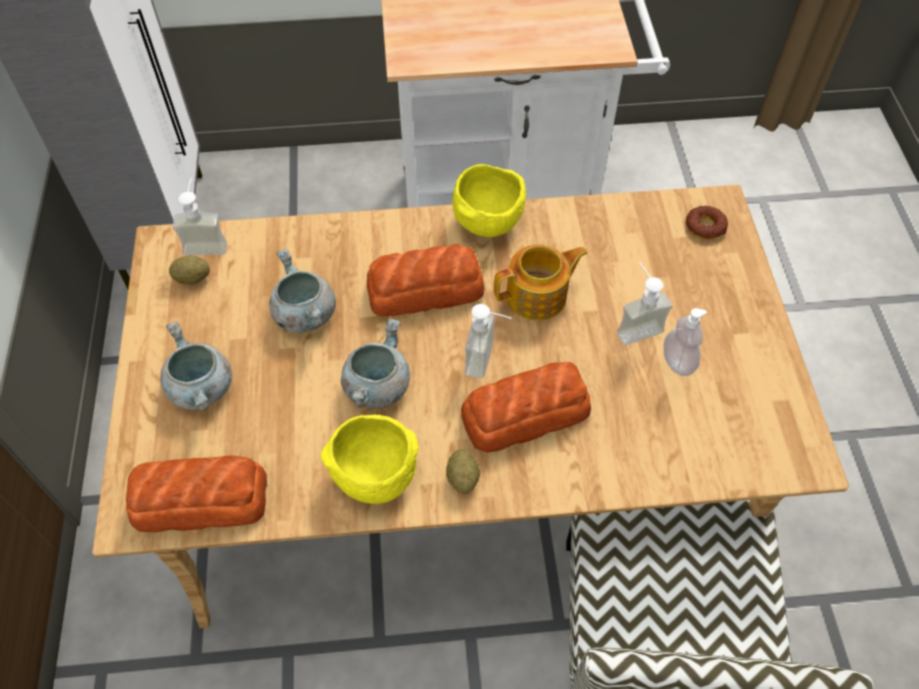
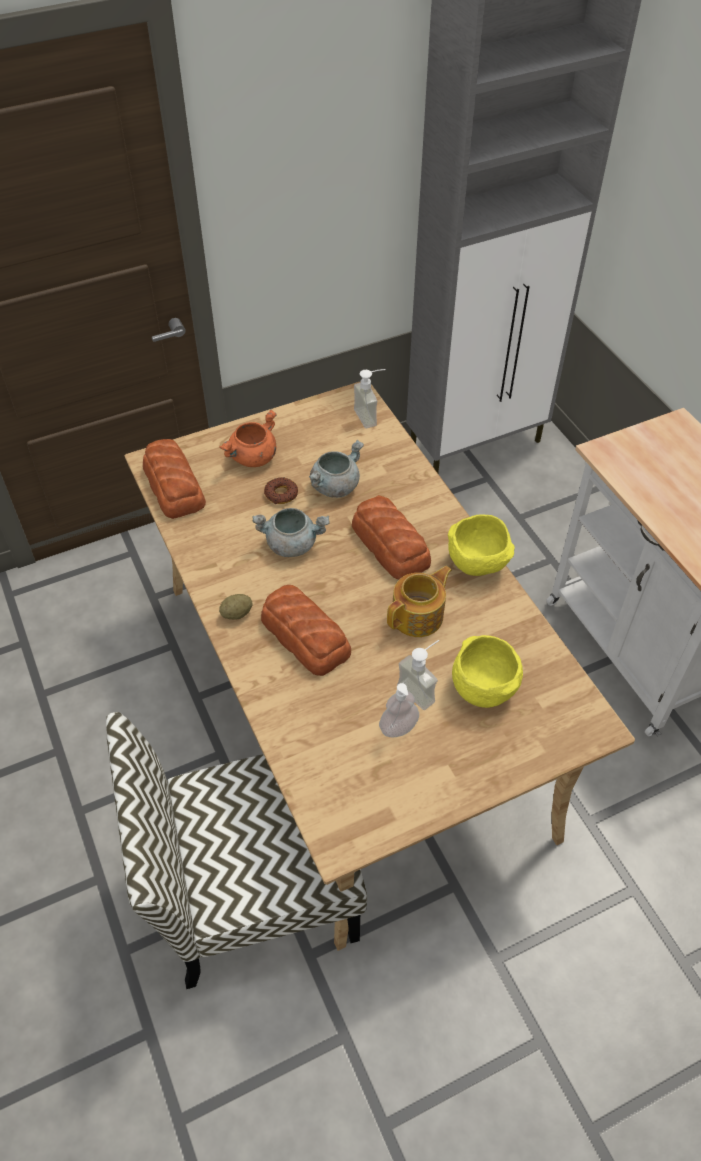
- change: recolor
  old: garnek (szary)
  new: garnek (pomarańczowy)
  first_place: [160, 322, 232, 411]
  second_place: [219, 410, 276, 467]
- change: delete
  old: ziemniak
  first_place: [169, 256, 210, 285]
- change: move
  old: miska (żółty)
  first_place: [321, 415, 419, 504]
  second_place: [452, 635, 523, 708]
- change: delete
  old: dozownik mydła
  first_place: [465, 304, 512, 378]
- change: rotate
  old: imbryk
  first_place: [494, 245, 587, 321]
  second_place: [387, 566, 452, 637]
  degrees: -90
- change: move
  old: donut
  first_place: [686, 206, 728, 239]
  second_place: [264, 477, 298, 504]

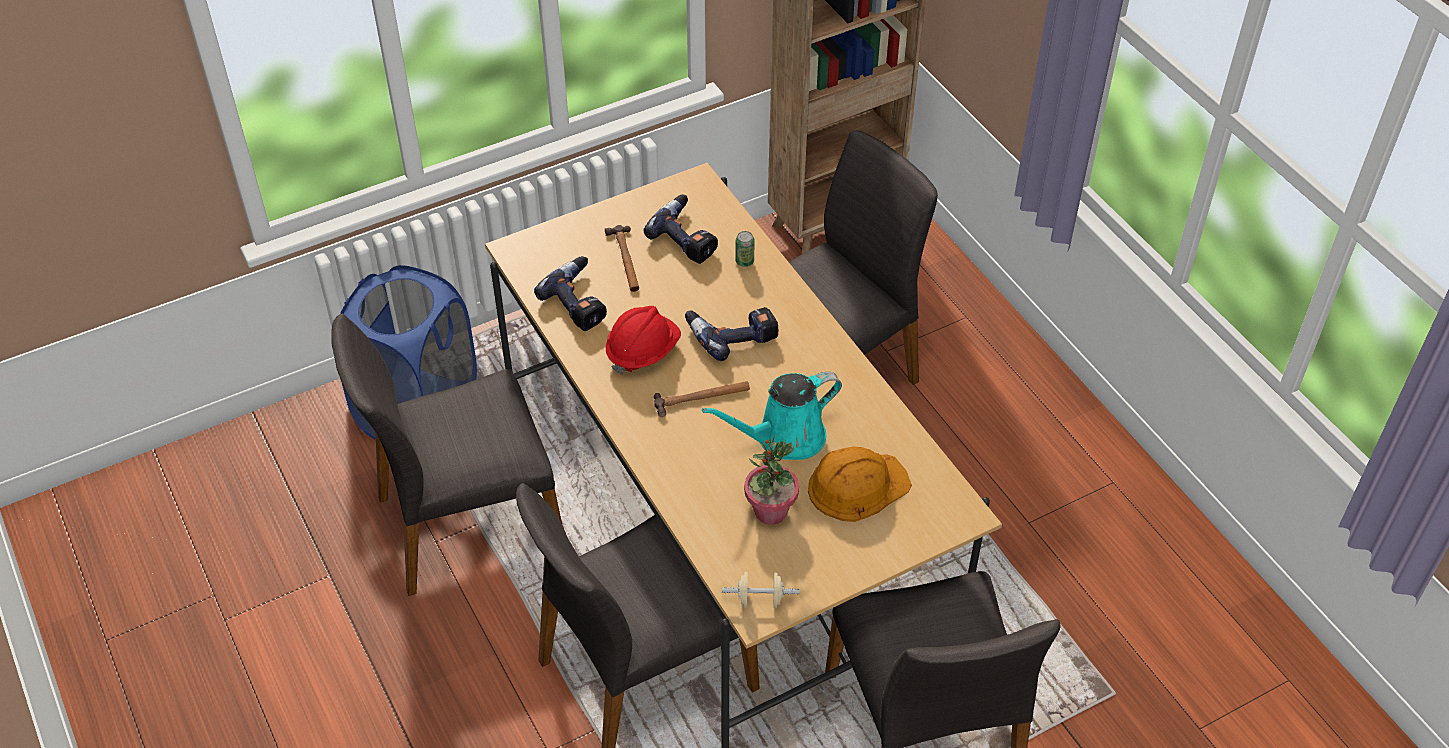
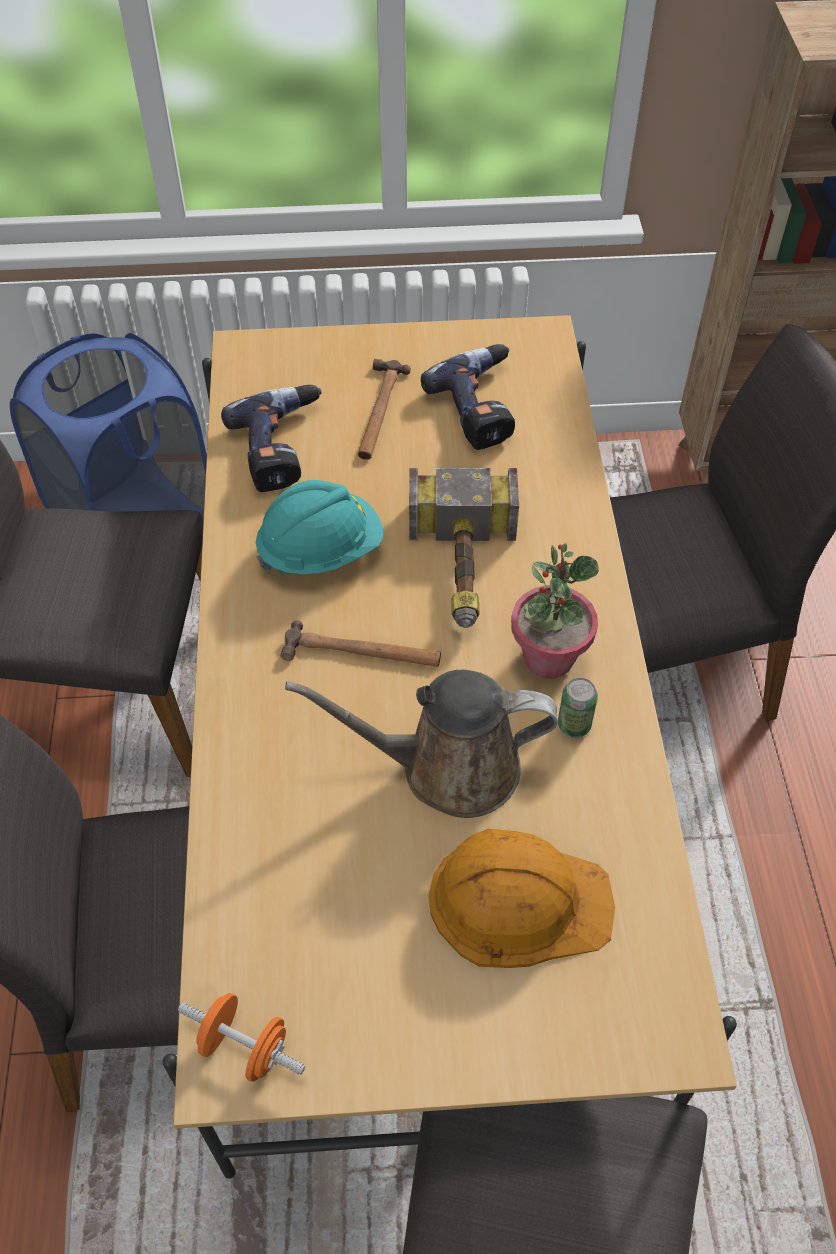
- change: recolor
  old: kask (czerwony)
  new: kask (turkusowy)
  first_place: [606, 306, 681, 375]
  second_place: [256, 480, 384, 575]
- change: replace
  old: wiertarka
  new: młotek
  first_place: [685, 307, 778, 361]
  second_place: [409, 468, 519, 628]
- change: recolor
  old: konewka (turkusowy)
  new: konewka (brązowy)
  first_place: [702, 372, 842, 460]
  second_place: [285, 670, 557, 818]
- change: recolor
  old: hantel (beżowy)
  new: hantel (pomarańczowy)
  first_place: [722, 572, 800, 609]
  second_place: [178, 993, 305, 1082]
- change: move
  old: puszka
  first_place: [735, 231, 755, 267]
  second_place: [558, 678, 598, 737]
- change: move
  old: roślina doniczkowa
  first_place: [744, 439, 799, 525]
  second_place: [511, 543, 599, 678]

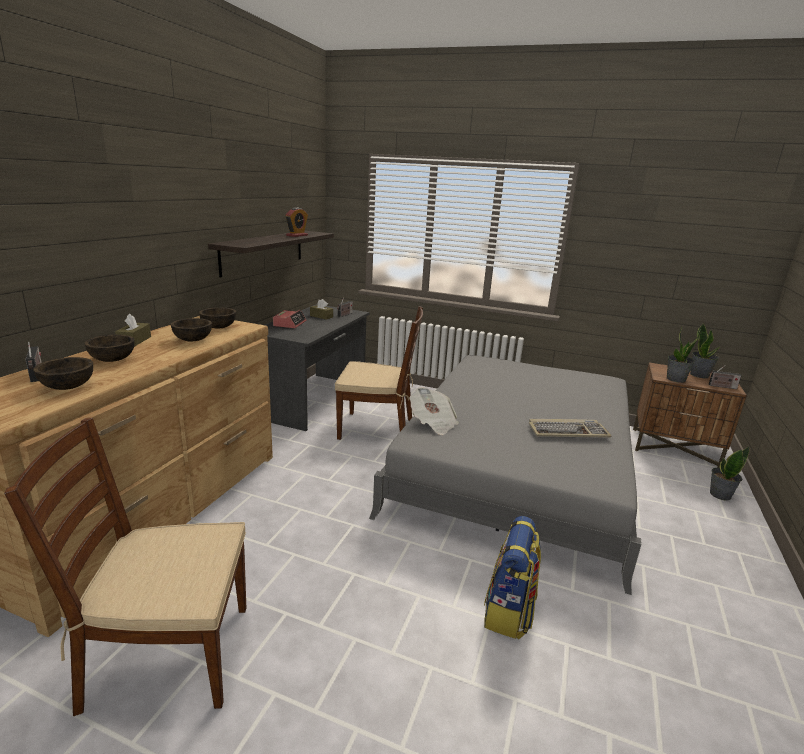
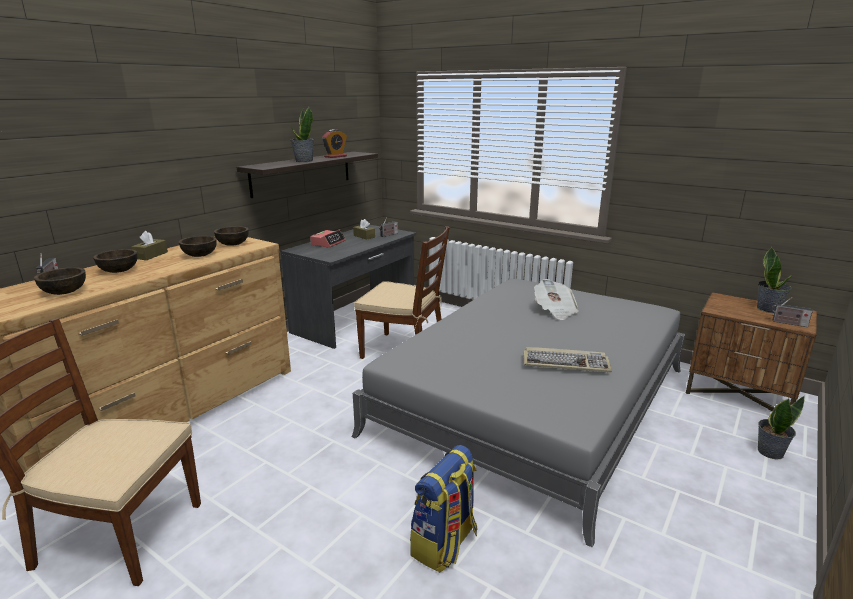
- change: move
  old: gazeta
  first_place: [409, 387, 459, 435]
  second_place: [534, 279, 579, 320]
- change: move
  old: roślina doniczkowa
  first_place: [667, 327, 701, 383]
  second_place: [290, 107, 314, 162]

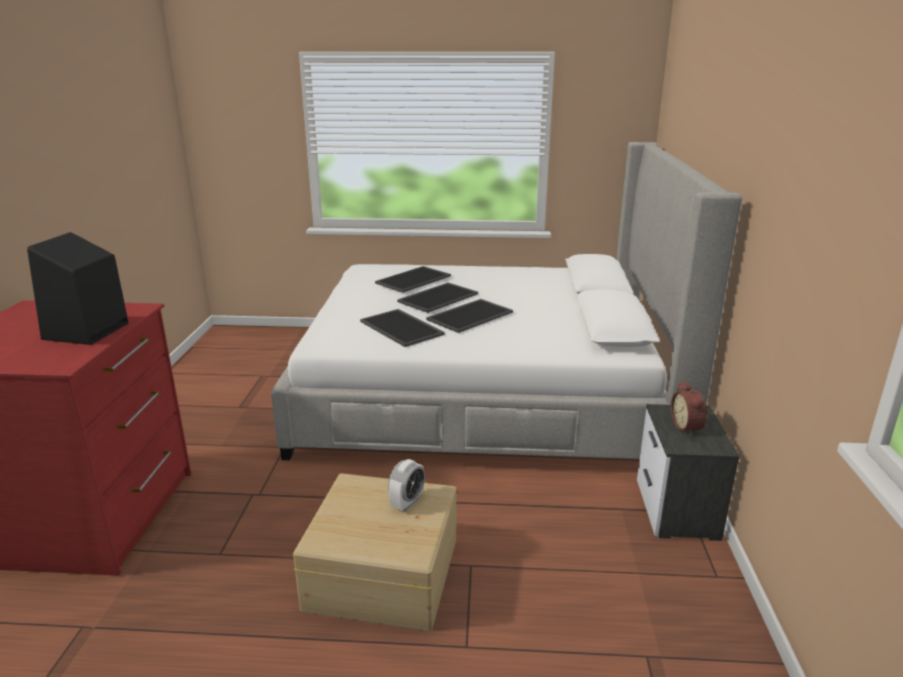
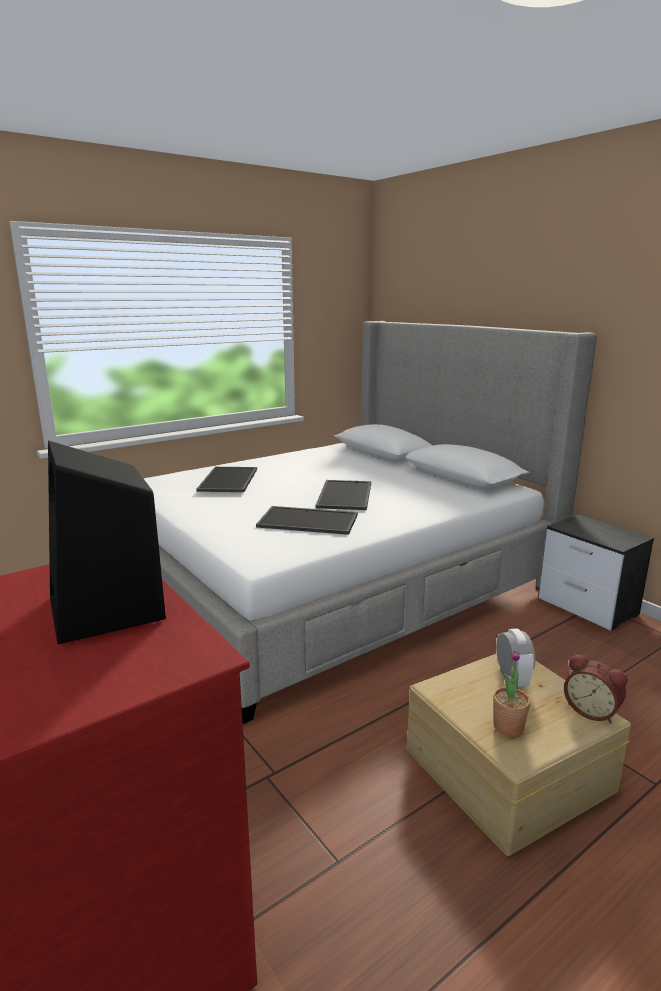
- change: delete
  old: taca
  first_place: [397, 283, 478, 313]
- change: move
  old: budzik
  first_place: [671, 381, 707, 436]
  second_place: [564, 654, 627, 724]
- change: insert
  new: roślina doniczkowa
  second_place: [493, 650, 530, 737]

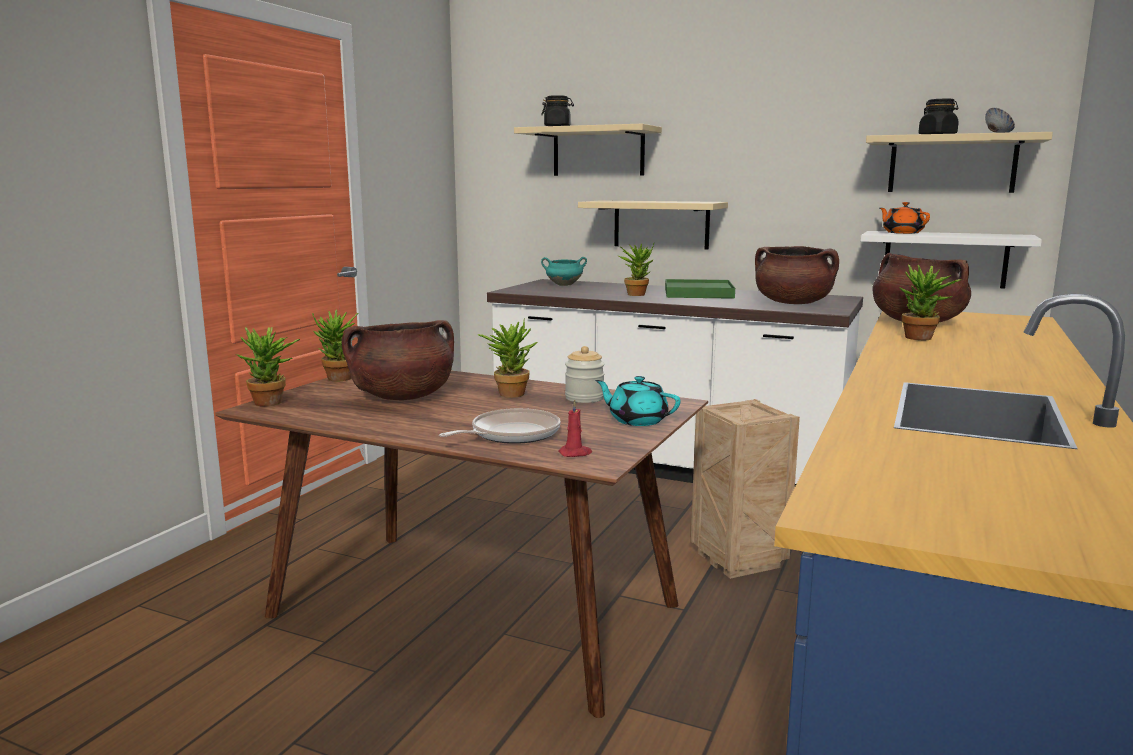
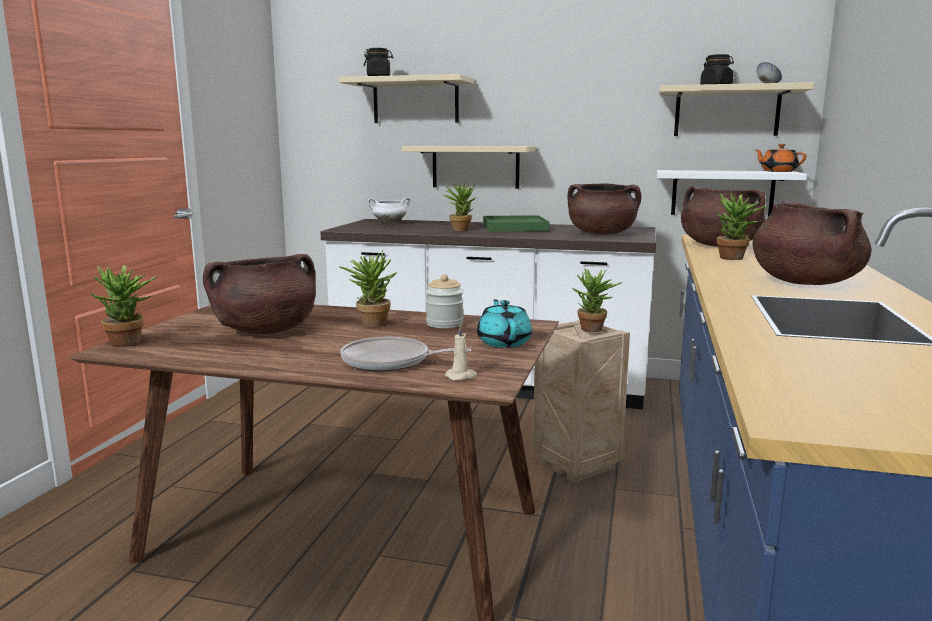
- change: move
  old: roślina doniczkowa
  first_place: [312, 310, 359, 381]
  second_place: [572, 268, 623, 332]
- change: rotate
  old: patelnia
  first_place: [439, 408, 560, 444]
  second_place: [340, 337, 471, 372]
  degrees: -120
- change: recolor
  old: garnek (turkusowy)
  new: garnek (biały)
  first_place: [541, 257, 587, 286]
  second_place: [368, 197, 410, 224]
- change: recolor
  old: świeca (czerwony)
  new: świeca (beżowy)
  first_place: [558, 399, 592, 457]
  second_place: [445, 324, 477, 380]
- change: rotate
  old: imbryk (turkusowy)
  first_place: [595, 376, 681, 426]
  second_place: [477, 299, 532, 348]
  degrees: 60
- change: move
  old: imbryk (pomarańczowy)
  first_place: [880, 202, 930, 234]
  second_place: [755, 144, 807, 172]
- change: insert
  new: garnek (brązowy)
  second_place: [753, 200, 872, 285]

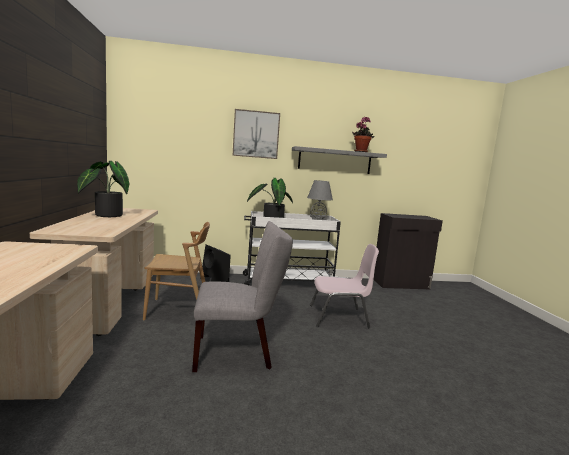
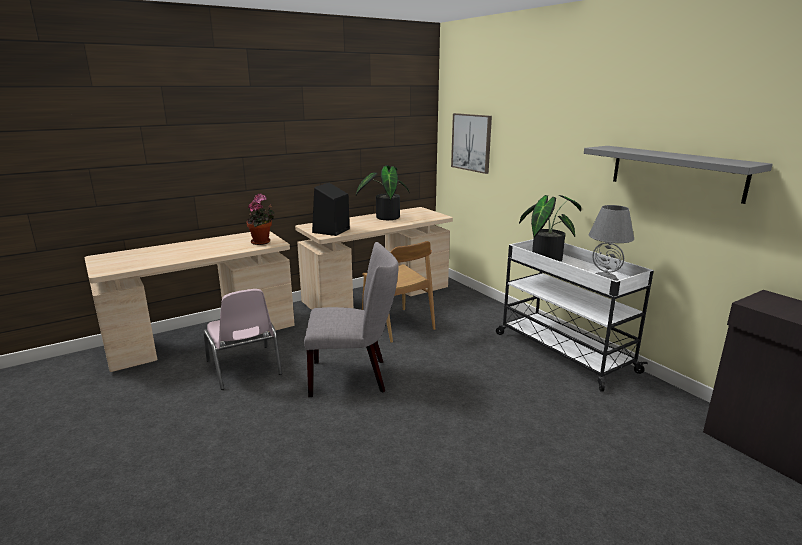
- change: rotate
  old: krzesło (szary)
  first_place: [192, 221, 293, 372]
  second_place: [304, 242, 399, 397]
  degrees: -60
- change: move
  old: głośnik (czarny)
  first_place: [200, 244, 231, 282]
  second_place: [312, 183, 350, 236]
- change: move
  old: obraz
  first_place: [233, 109, 280, 159]
  second_place: [451, 113, 492, 174]
- change: move
  old: krzesło (różowy)
  first_place: [310, 244, 379, 328]
  second_place: [203, 289, 282, 390]
- change: move
  old: roślina doniczkowa
  first_place: [352, 117, 374, 152]
  second_place: [246, 194, 275, 245]

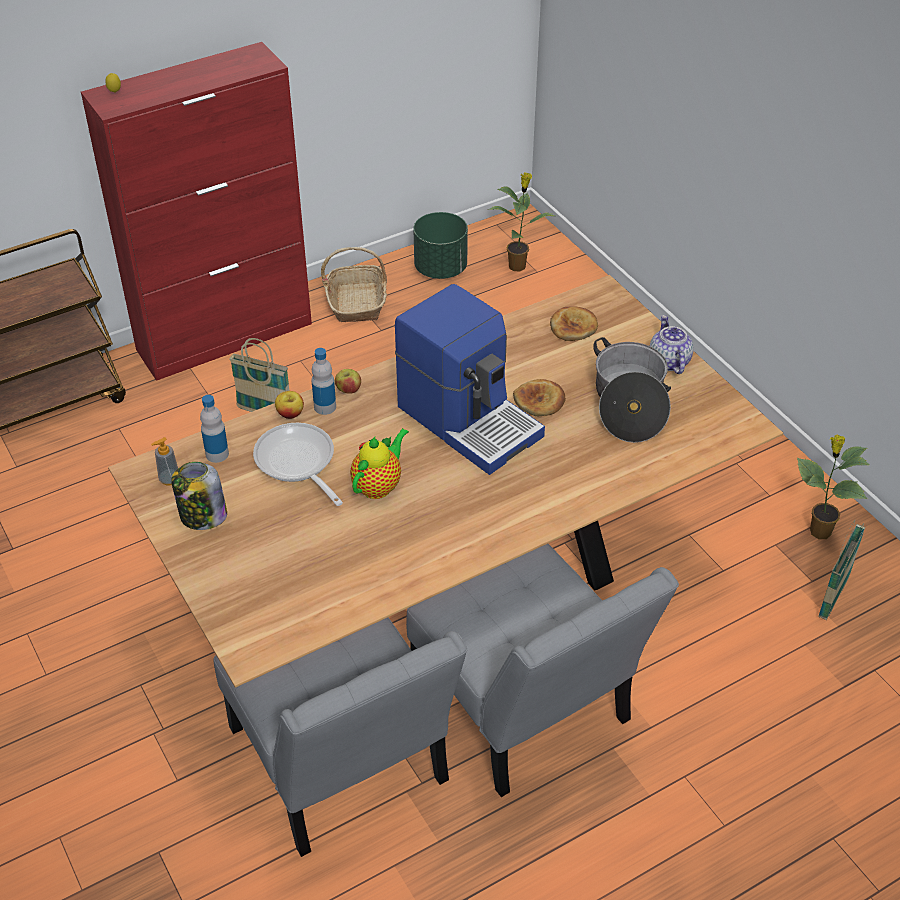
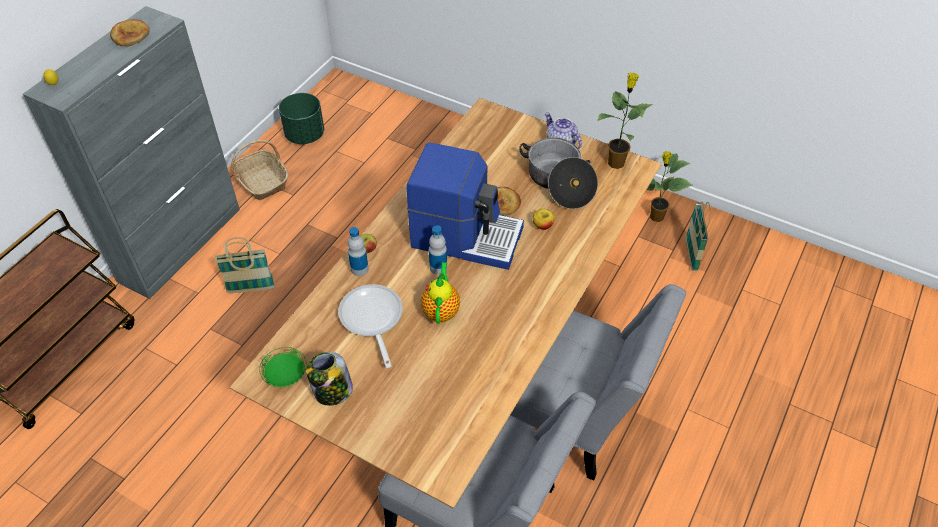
- change: recolor
  old: szafka (czerwony)
  new: szafka (szary)
  first_place: [81, 42, 312, 381]
  second_place: [23, 6, 240, 299]
- change: replace
  old: dozownik mydła
  new: talerz (zielony)
  first_place: [151, 437, 178, 485]
  second_place: [259, 347, 307, 387]
- change: move
  old: butelka
  first_place: [200, 395, 229, 463]
  second_place: [429, 225, 447, 275]
- change: rotate
  old: patelnia
  first_place: [253, 423, 343, 506]
  second_place: [338, 284, 403, 368]
  degrees: 45
- change: move
  old: jabłko
  first_place: [275, 391, 304, 419]
  second_place: [533, 209, 555, 230]
- change: move
  old: roślina doniczkowa
  first_place: [489, 172, 555, 272]
  second_place: [597, 73, 653, 169]
- change: move
  old: chleb
  first_place: [550, 306, 598, 341]
  second_place: [110, 19, 149, 47]

